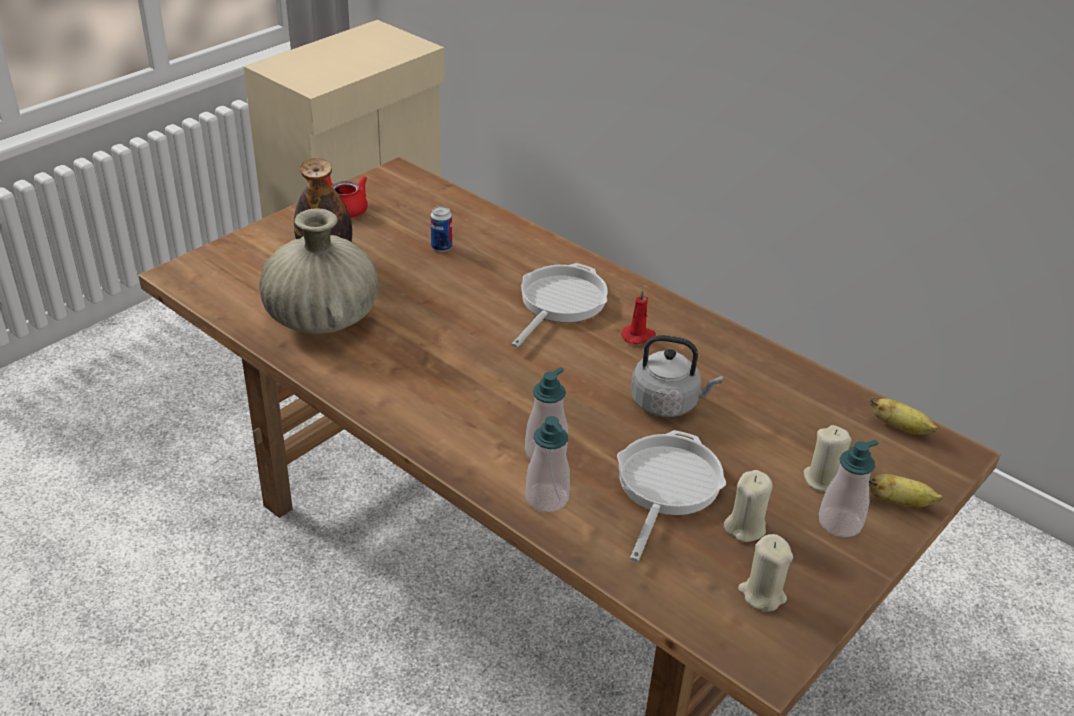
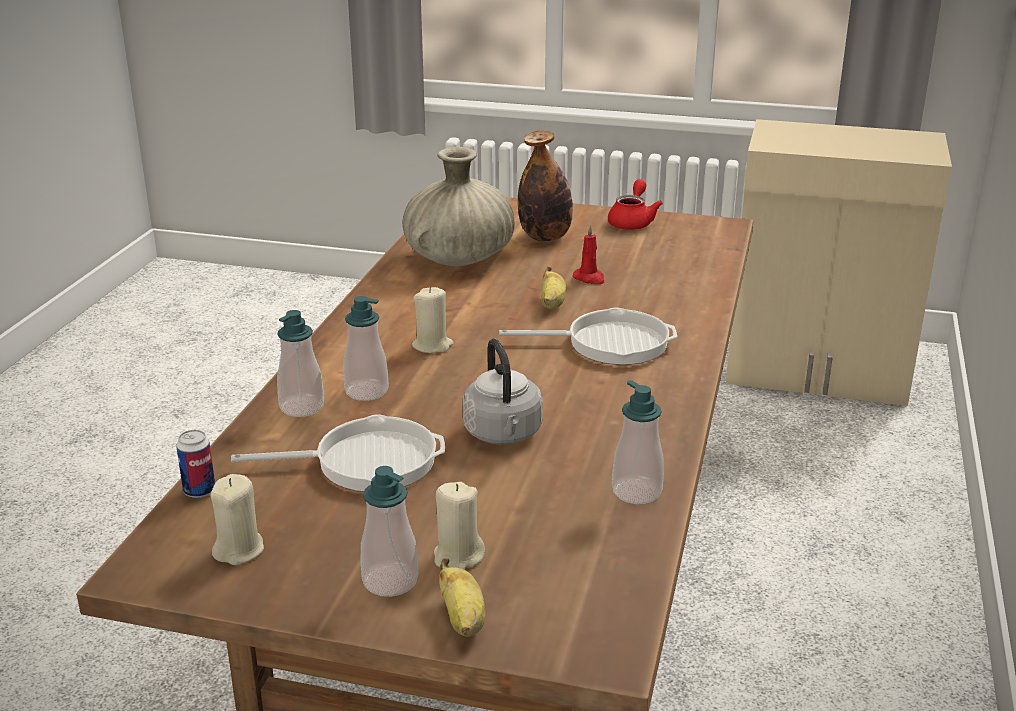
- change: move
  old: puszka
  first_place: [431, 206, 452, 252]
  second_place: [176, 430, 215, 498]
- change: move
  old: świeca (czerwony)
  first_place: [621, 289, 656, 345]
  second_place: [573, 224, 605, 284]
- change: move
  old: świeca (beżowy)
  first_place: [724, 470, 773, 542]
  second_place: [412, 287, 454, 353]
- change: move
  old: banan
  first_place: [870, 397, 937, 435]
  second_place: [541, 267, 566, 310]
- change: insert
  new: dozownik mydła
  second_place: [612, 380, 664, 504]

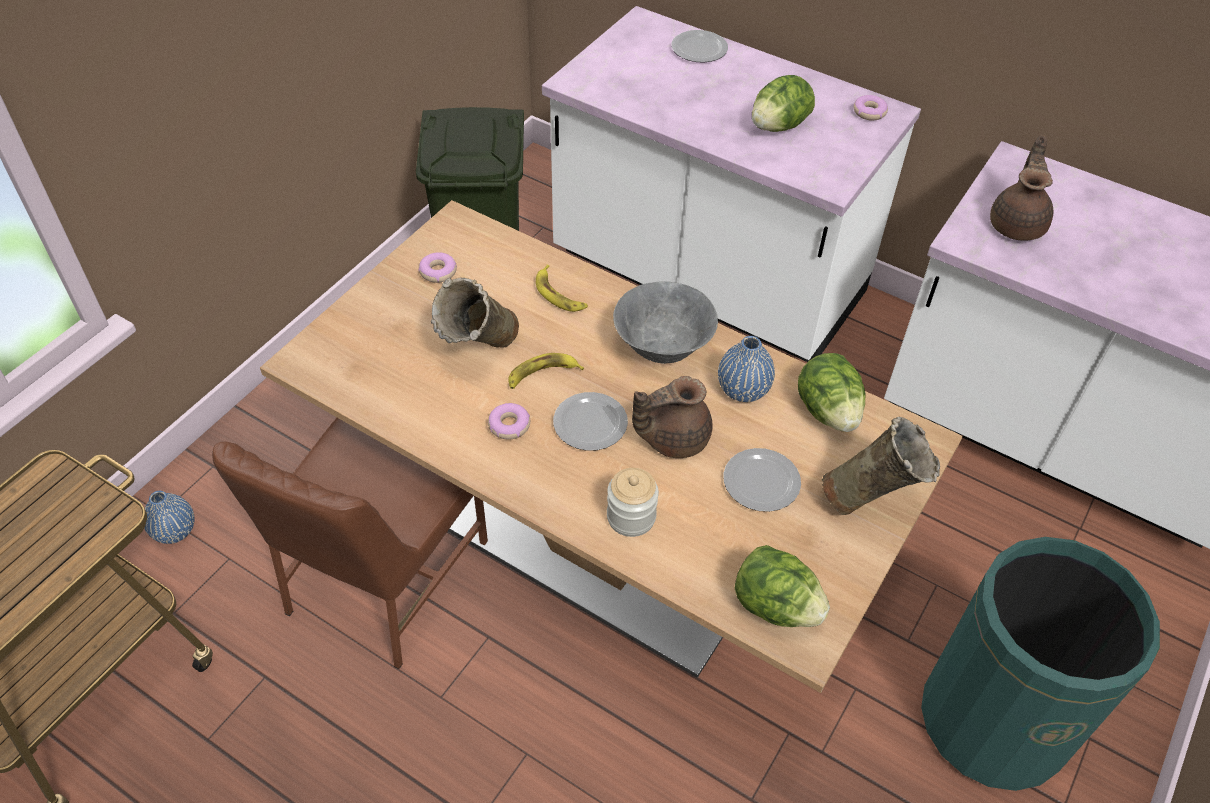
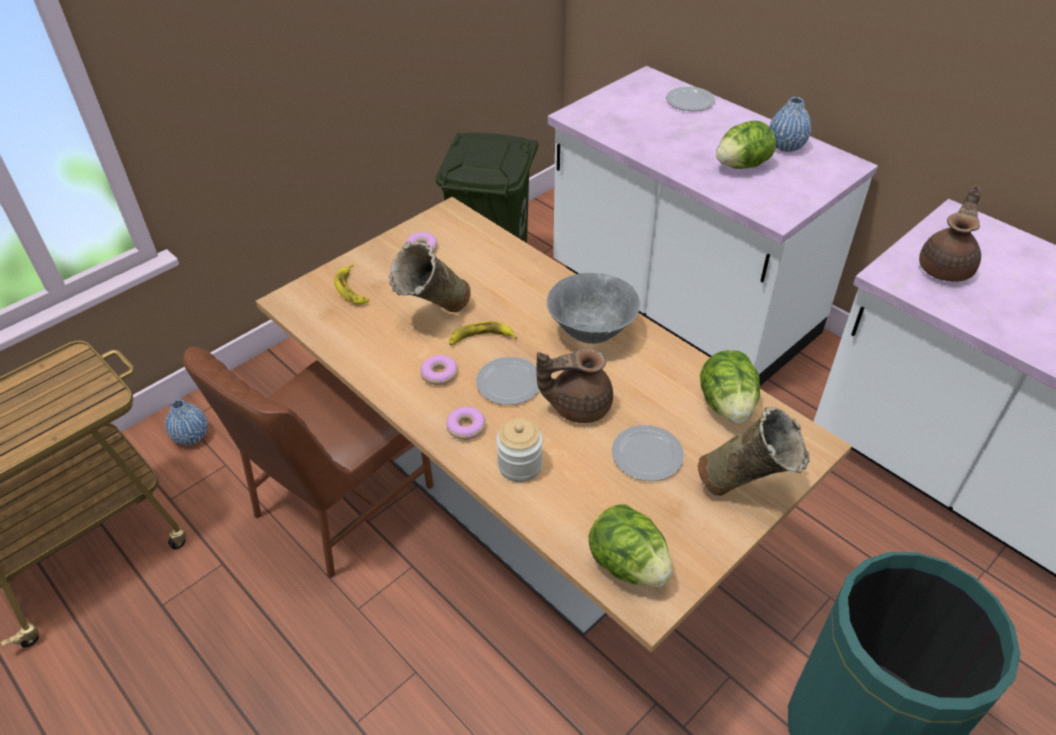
- change: move
  old: banan
  first_place: [536, 264, 588, 312]
  second_place: [334, 264, 369, 304]
- change: move
  old: wazon (niebieski)
  first_place: [718, 336, 775, 402]
  second_place: [769, 97, 811, 152]
- change: move
  old: donut
  first_place: [853, 95, 888, 121]
  second_place: [446, 407, 486, 440]

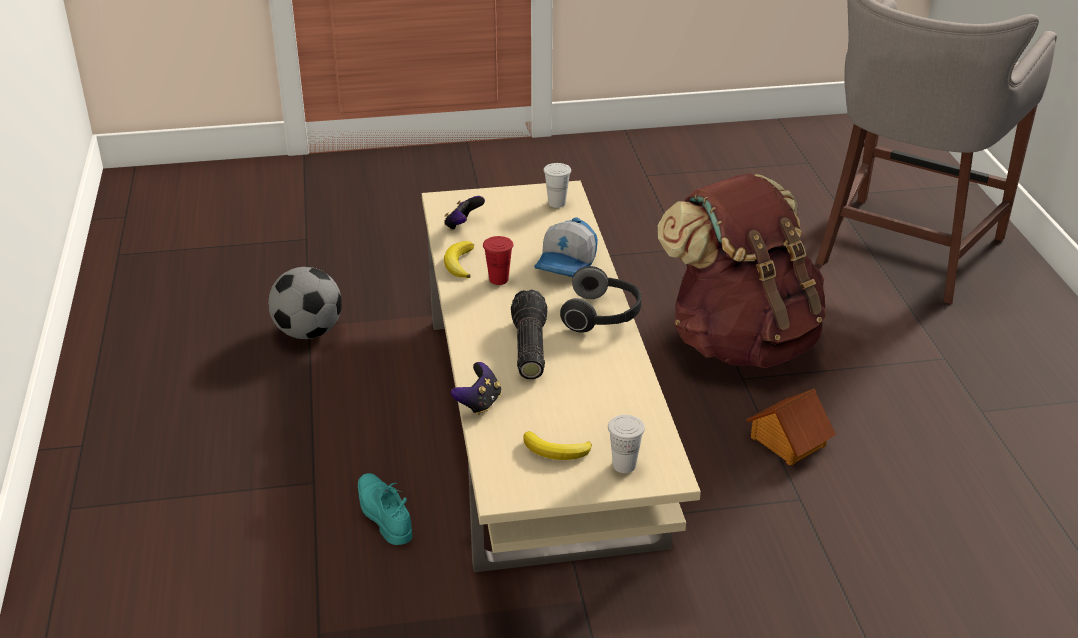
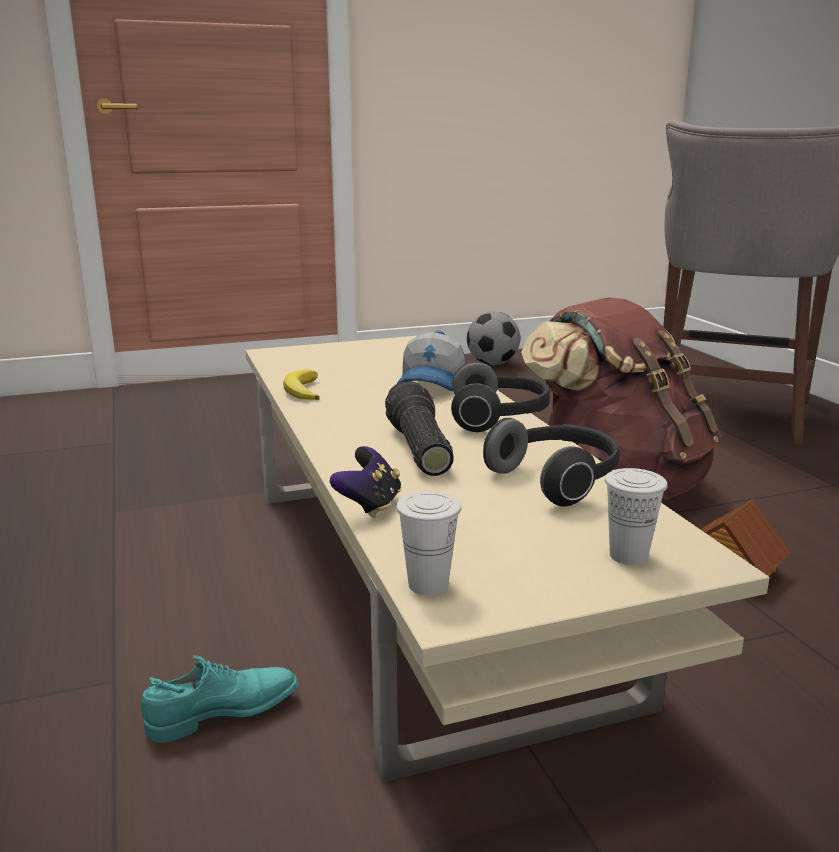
- change: move
  old: piłka futbolowa
  first_place: [268, 267, 342, 339]
  second_place: [467, 311, 520, 365]
- change: rotate
  old: but (turkusowy)
  first_place: [358, 473, 412, 545]
  second_place: [141, 655, 299, 743]
  degrees: 105
- change: delete
  old: pad do gier
  first_place: [444, 196, 485, 230]
- change: delete
  old: filiżanka (czerwony)
  first_place: [483, 236, 513, 285]
- change: delete
  old: banan
  first_place: [523, 431, 592, 460]
- change: move
  old: filiżanka (biały)
  first_place: [543, 163, 571, 208]
  second_place: [396, 491, 462, 595]
- change: insert
  new: słuchawki
  second_place: [483, 418, 619, 506]

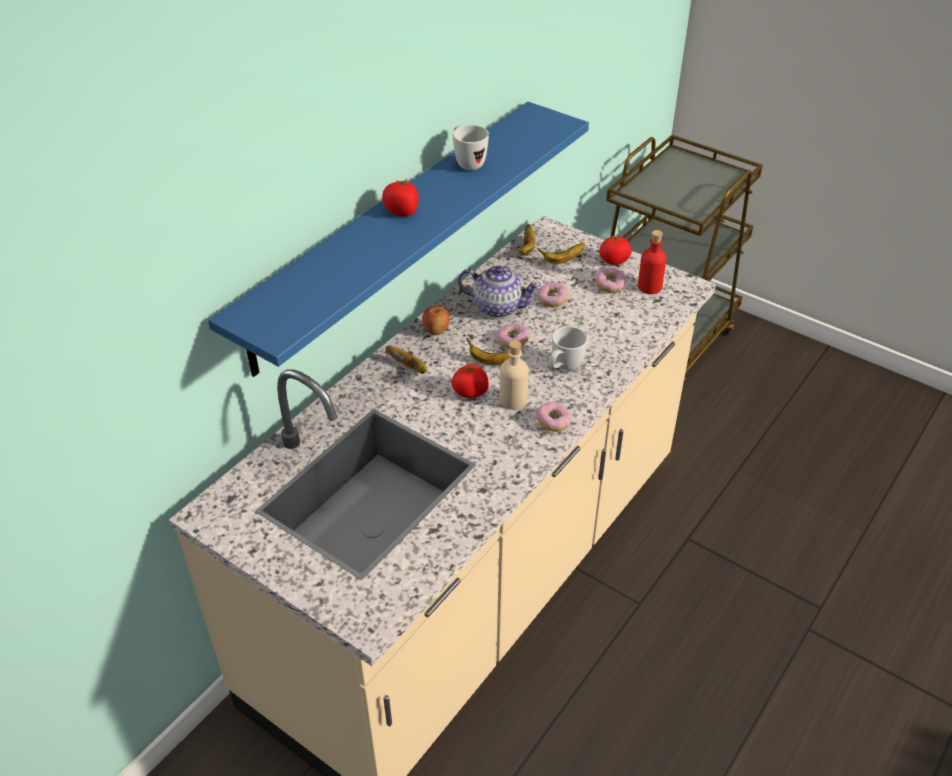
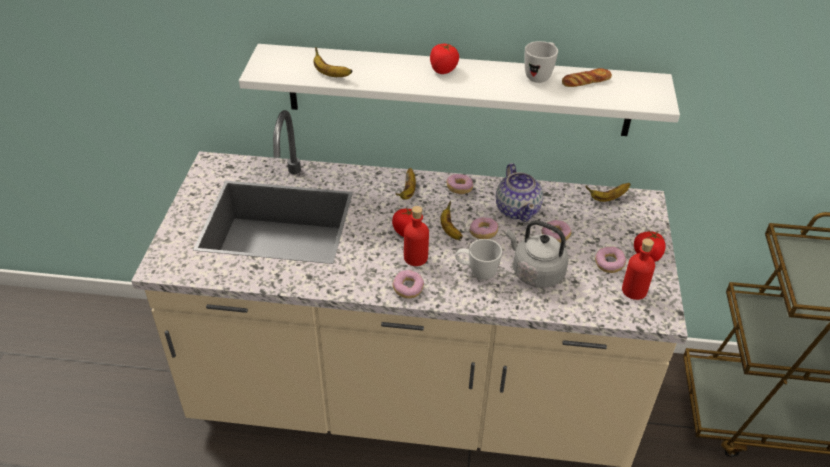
- change: recolor
  old: półka (niebieski)
  new: półka (biały)
  first_place: [208, 102, 589, 377]
  second_place: [239, 44, 680, 136]
- change: replace
  old: jabłko
  new: donut
  first_place: [422, 306, 450, 335]
  second_place: [447, 174, 473, 194]
- change: recolor
  old: butelka (beżowy)
  new: butelka (czerwony)
  first_place: [500, 340, 529, 410]
  second_place: [404, 206, 429, 266]
- change: move
  old: banan
  first_place: [537, 243, 585, 264]
  second_place: [314, 47, 353, 77]
- change: insert
  new: czajnik (szary)
  second_place: [506, 220, 568, 288]
- change: insert
  new: chleb
  second_place: [562, 68, 612, 87]

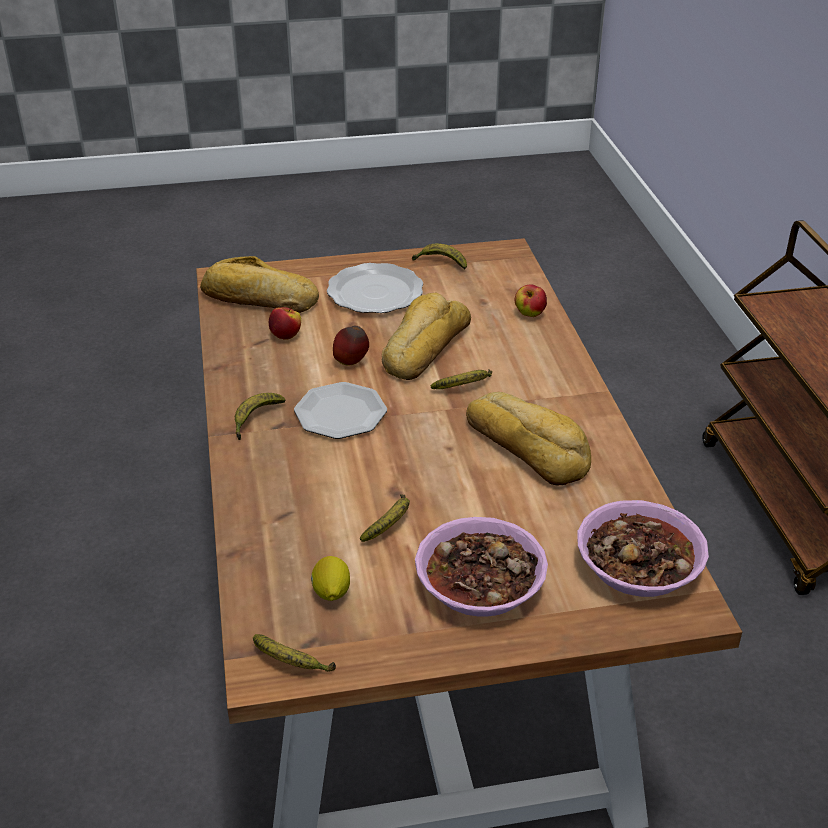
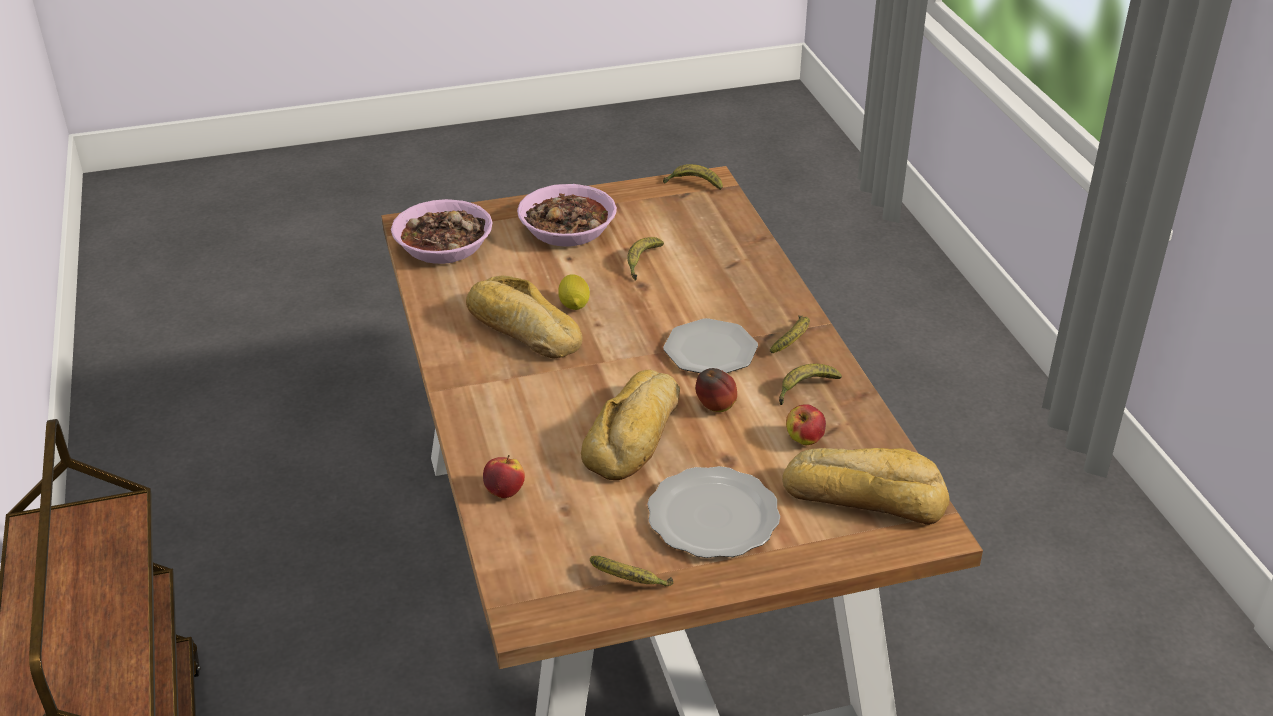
- change: move
  old: cytryna
  first_place: [311, 556, 350, 601]
  second_place: [558, 274, 590, 310]
- change: move
  old: banan
  first_place: [431, 369, 492, 389]
  second_place: [779, 364, 842, 405]

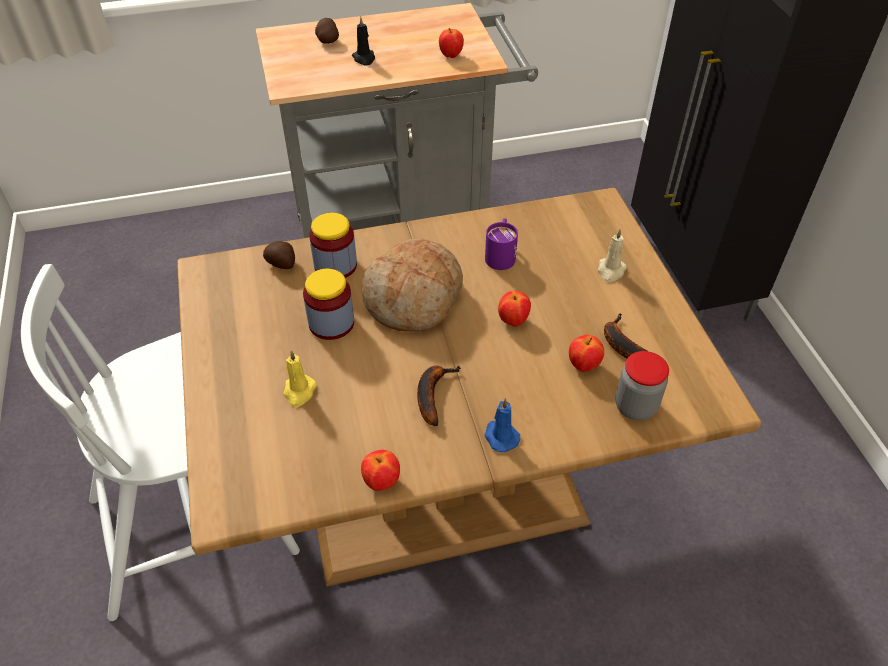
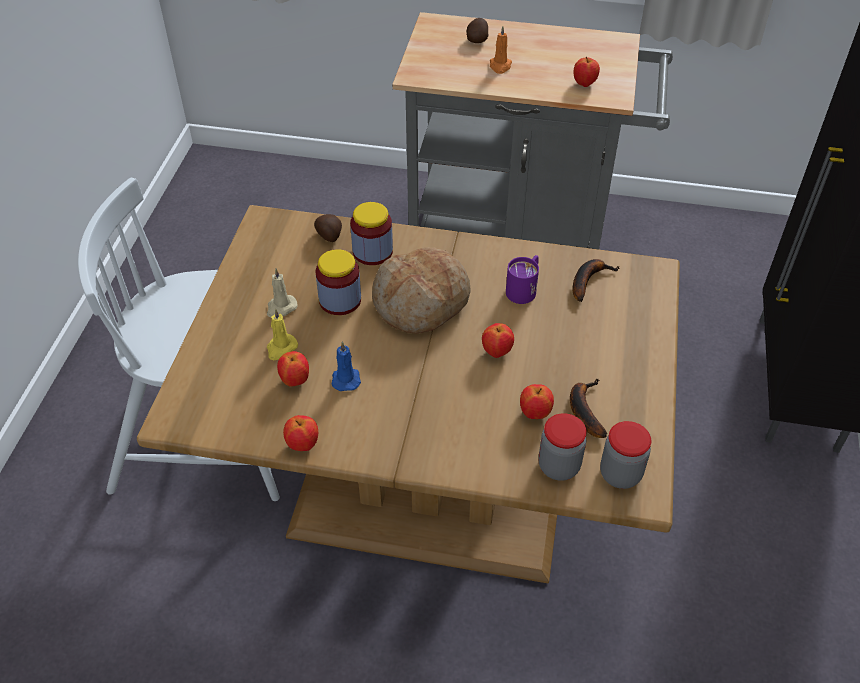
- change: recolor
  old: świeca (czarny)
  new: świeca (pomarańczowy)
  first_place: [352, 16, 375, 66]
  second_place: [490, 26, 512, 74]
- change: move
  old: banan
  first_place: [417, 365, 460, 426]
  second_place: [573, 259, 620, 302]
- change: move
  old: świeca (niebieski)
  first_place: [484, 398, 520, 452]
  second_place: [331, 341, 361, 391]
- change: move
  old: świeca (beżowy)
  first_place: [598, 229, 627, 282]
  second_place: [267, 269, 297, 317]
- change: insert
  new: jabłko
  second_place: [277, 351, 309, 387]
- change: insert
  new: słoik
  second_place: [600, 421, 652, 489]

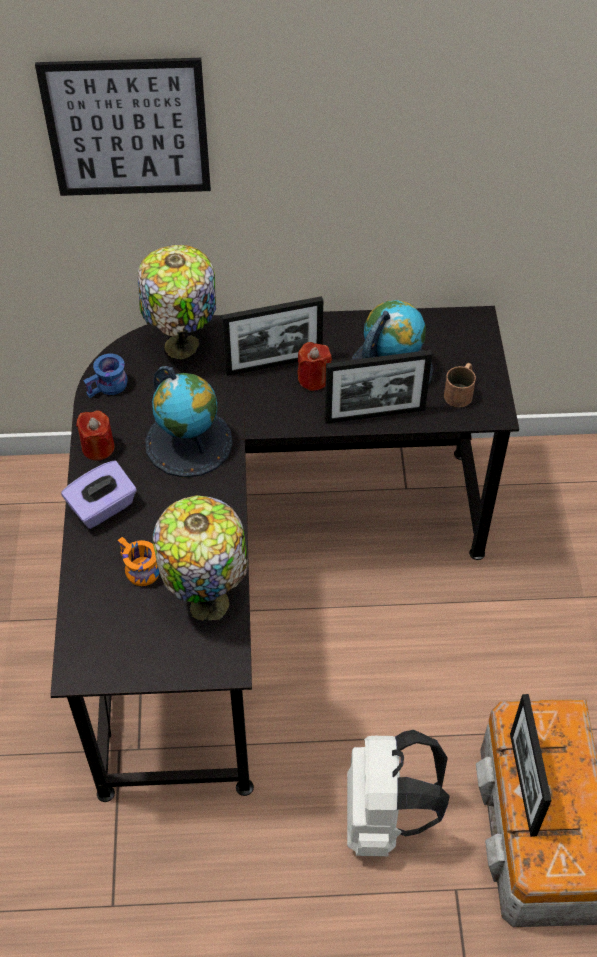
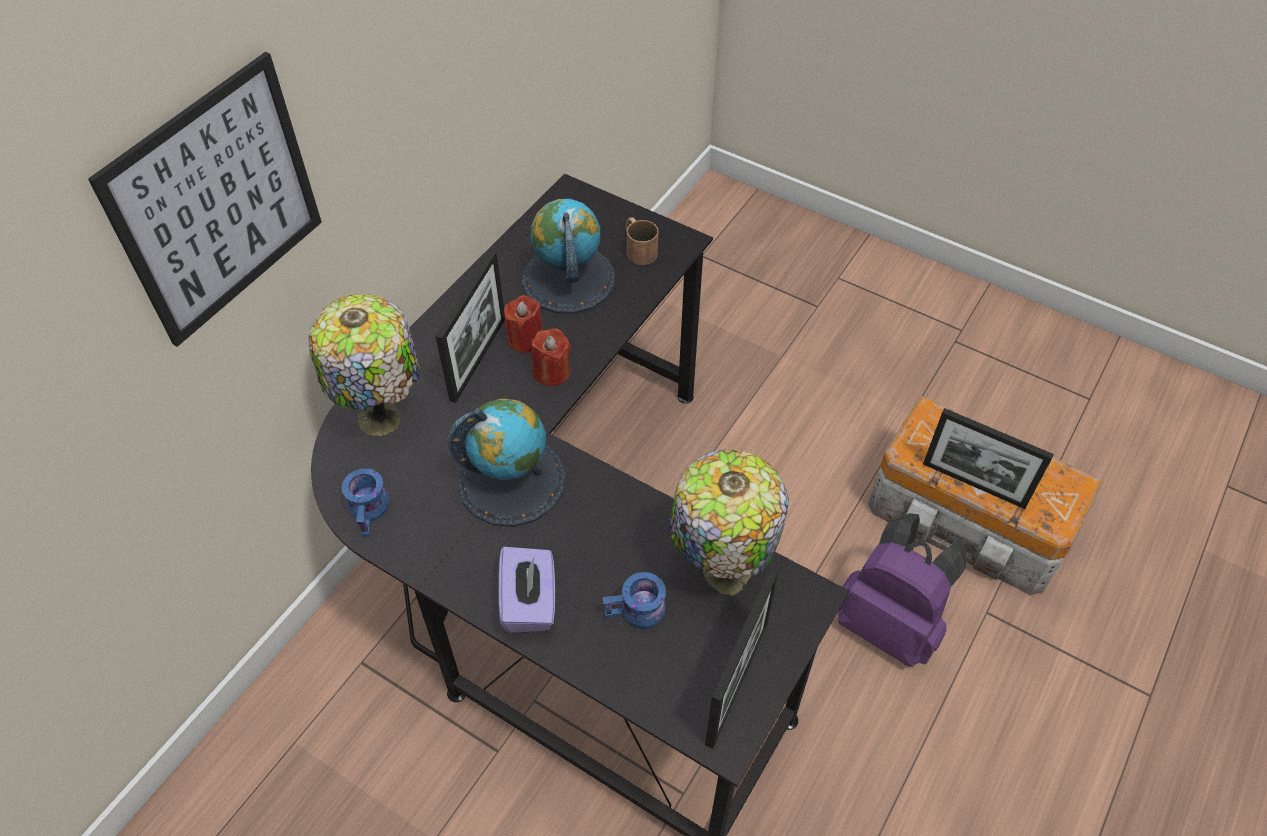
- change: move
  old: świeca (czerwony)
  first_place: [76, 410, 115, 460]
  second_place: [531, 328, 571, 386]
- change: recolor
  old: kubek (pomarańczowy)
  new: kubek (niebieski)
  first_place: [118, 537, 160, 586]
  second_place: [603, 572, 666, 629]
- change: move
  old: ramka na zdjęcie
  first_place: [325, 350, 432, 424]
  second_place: [705, 567, 779, 749]
- change: recolor
  old: plecak (biały)
  new: plecak (fioletowy)
  first_place: [347, 730, 450, 856]
  second_place: [838, 513, 967, 667]

